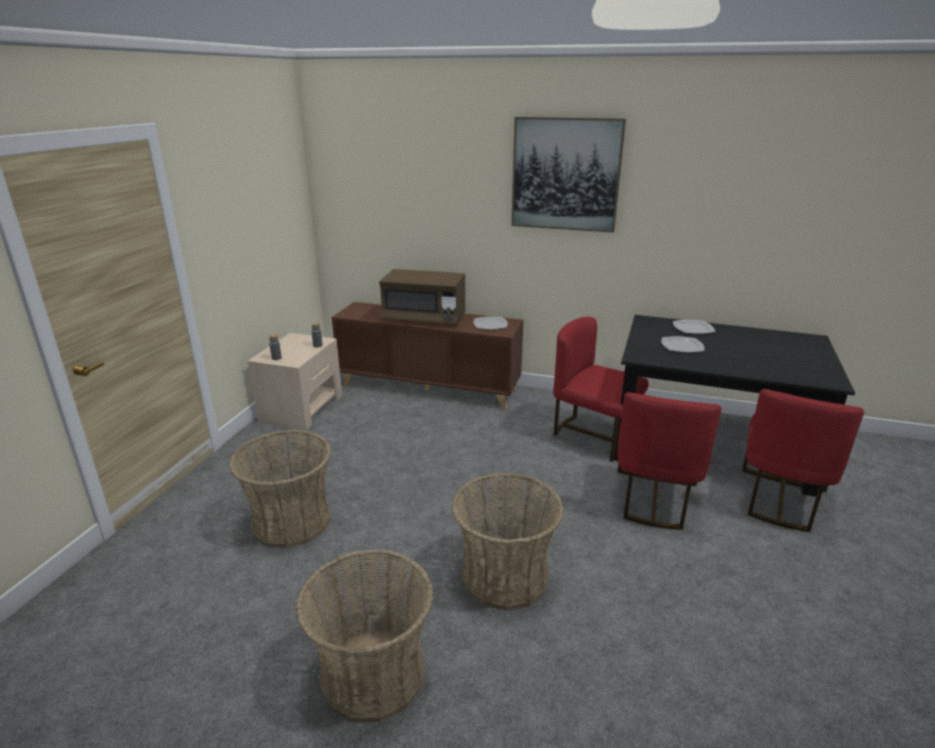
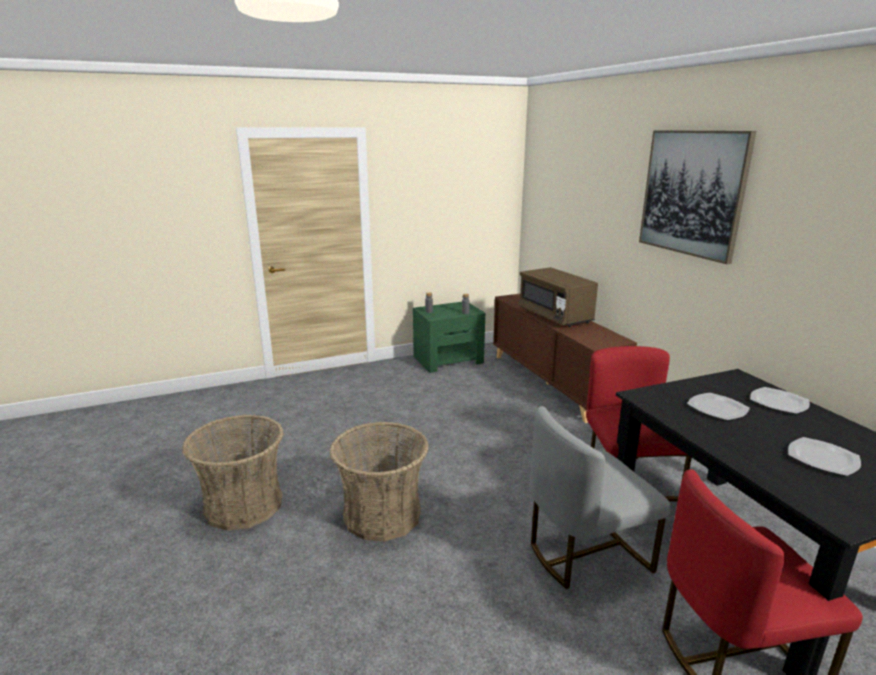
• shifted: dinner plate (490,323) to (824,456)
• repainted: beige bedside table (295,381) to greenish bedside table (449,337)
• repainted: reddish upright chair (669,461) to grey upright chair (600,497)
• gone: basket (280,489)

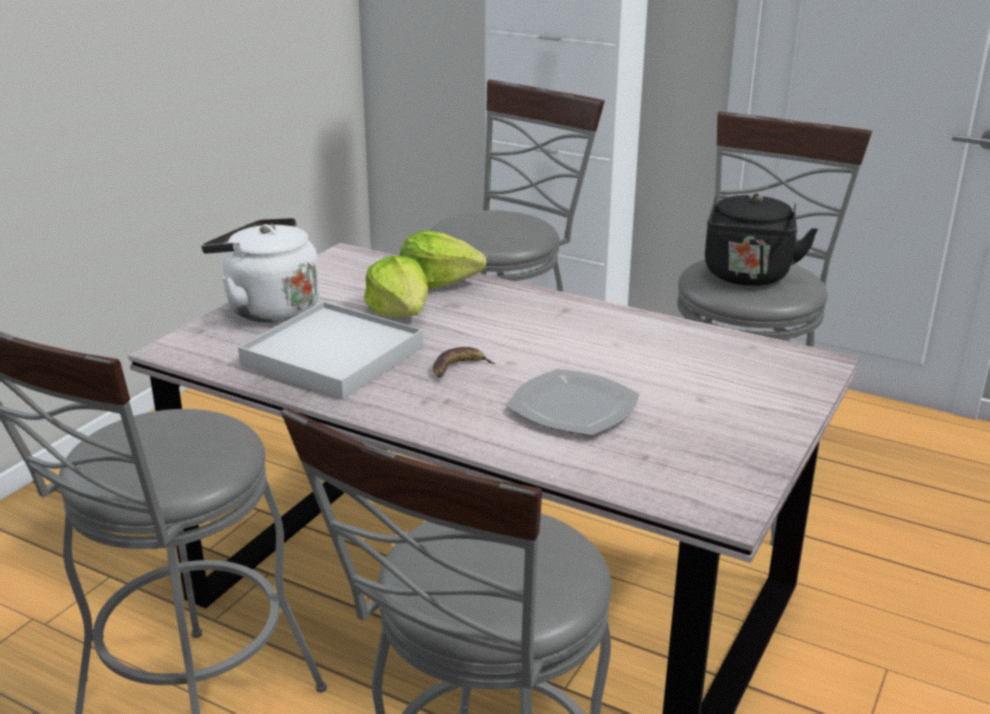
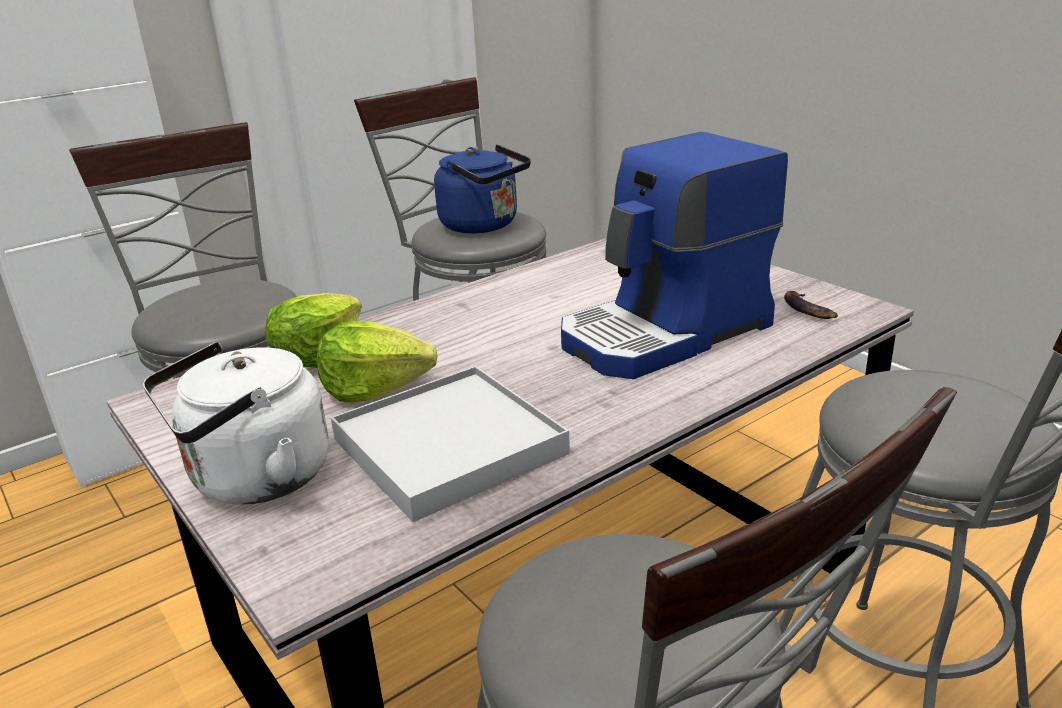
• repainted: blackish water kettle (761,240) to bluish water kettle (482,189)
• shifted: banana (464,362) to (811,305)
• swapped: dinner plate (573,402) to coffee maker (674,255)

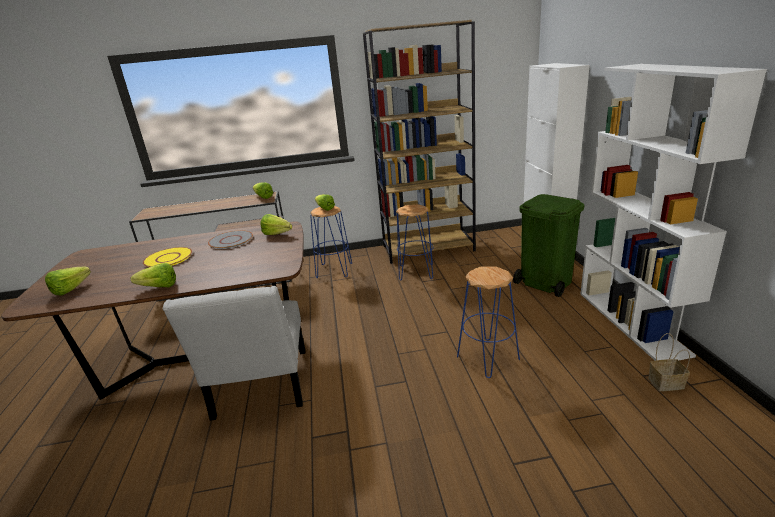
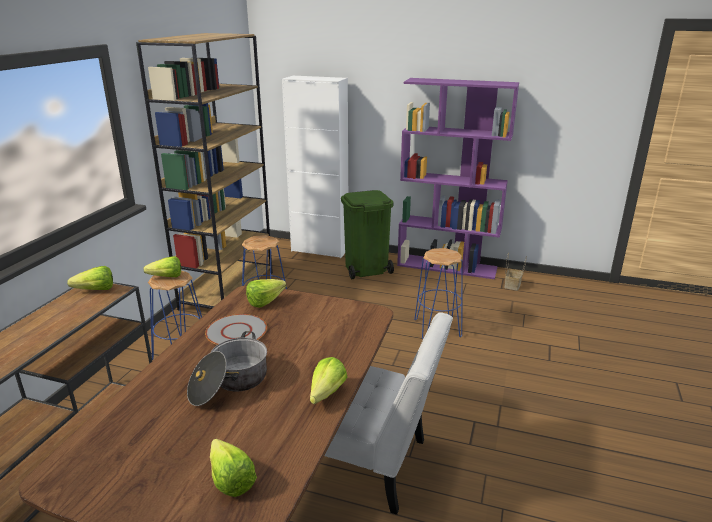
• repainted: white bookcase (673,212) to purple bookcase (458,178)
• swapped: yellow dinner plate (167,257) to cooking pot (227,368)

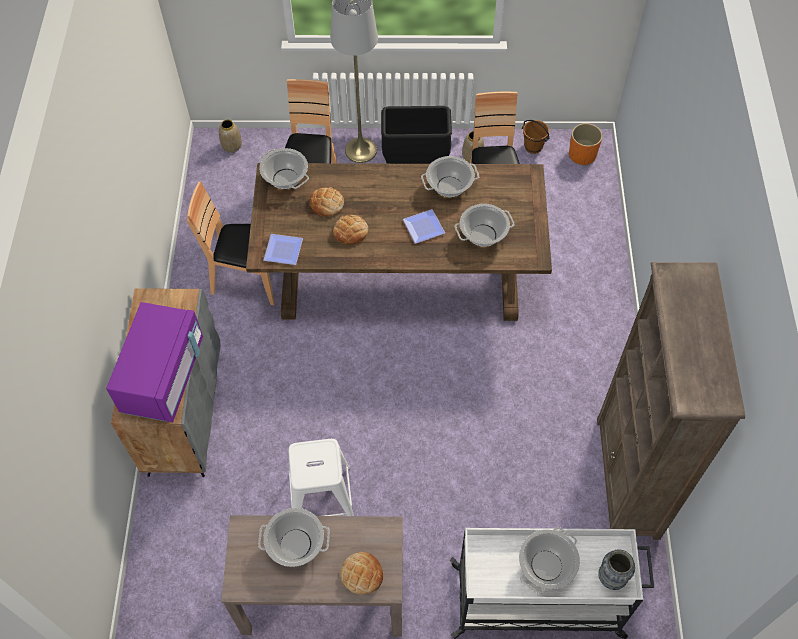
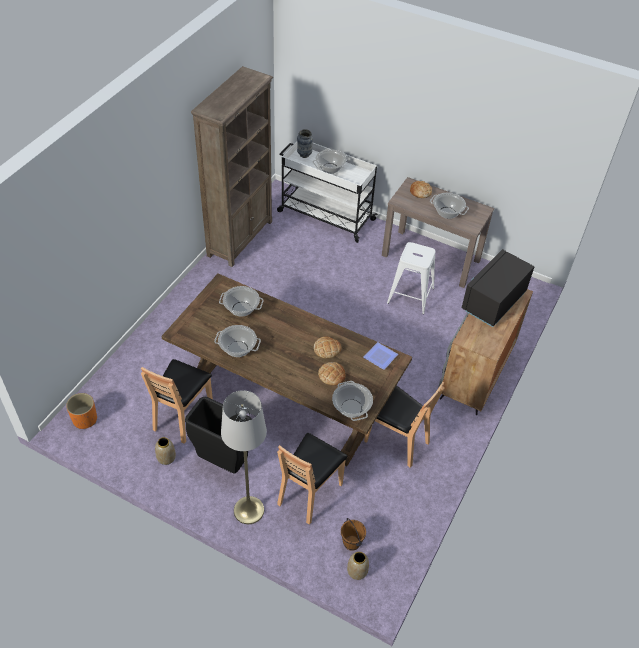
• shifted: brown-coloured pail (536,137) to (353,534)
• gone: dinner plate (424,226)
• repainted: purple microwave oven (154,362) to blackish microwave oven (498,288)

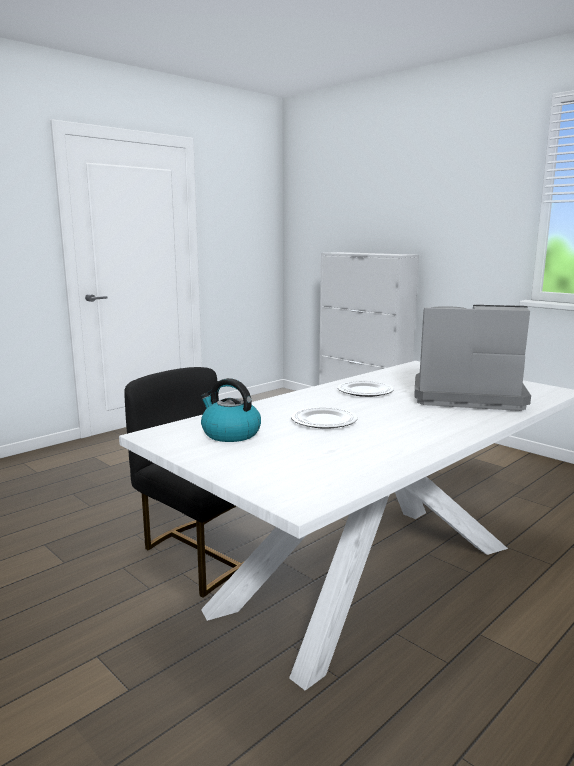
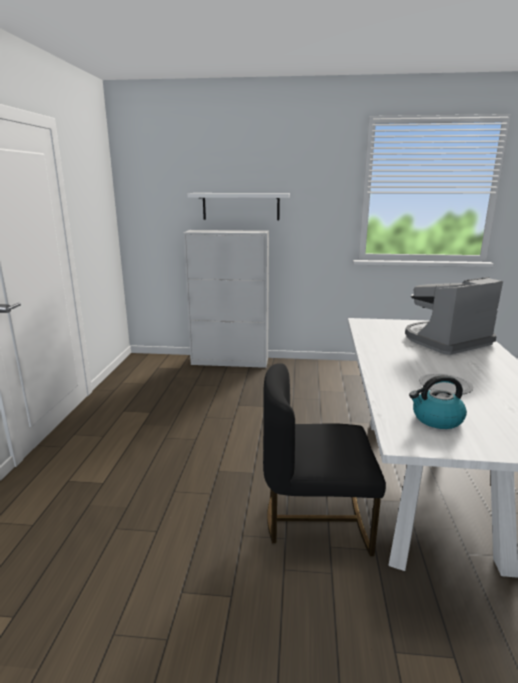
• gone: dinner plate (365,389)
• new: white bracket shelf (238,206)

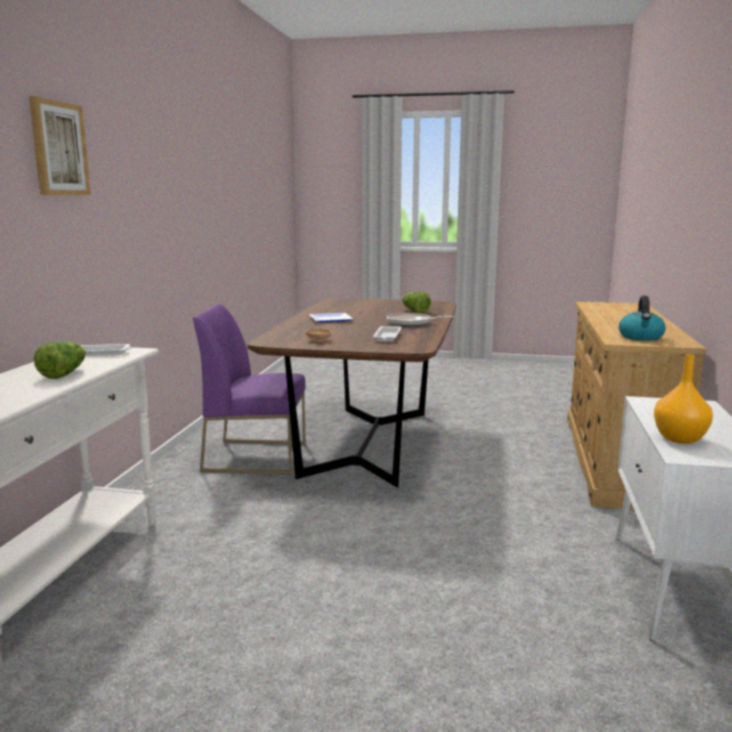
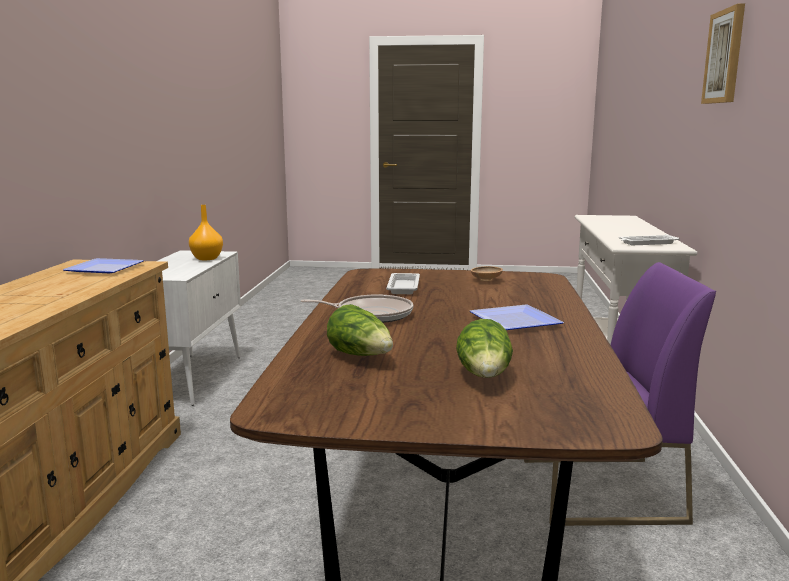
• swapped: water kettle (642,318) to dinner plate (103,265)
• shifted: head of lettuce (60,360) to (484,348)

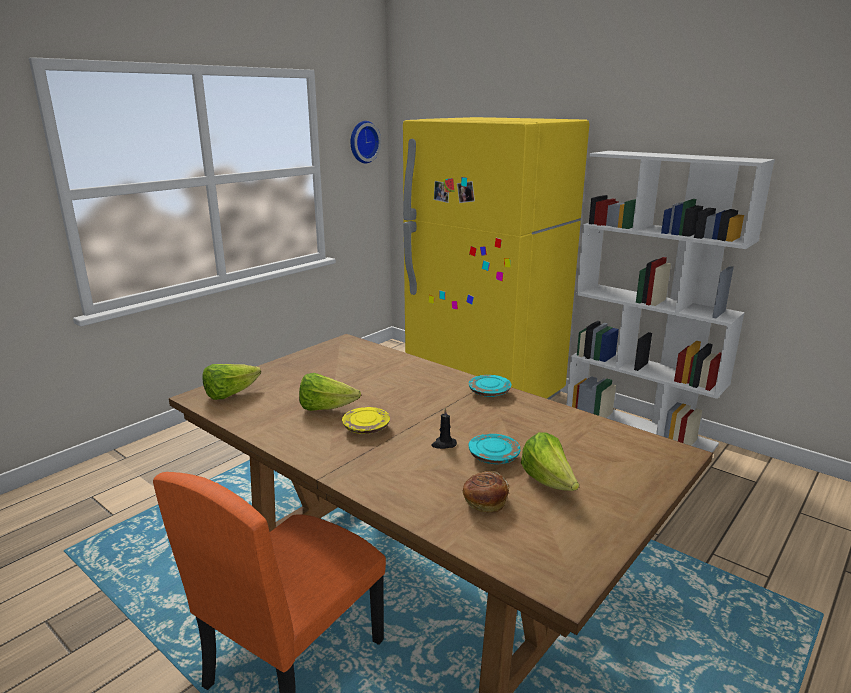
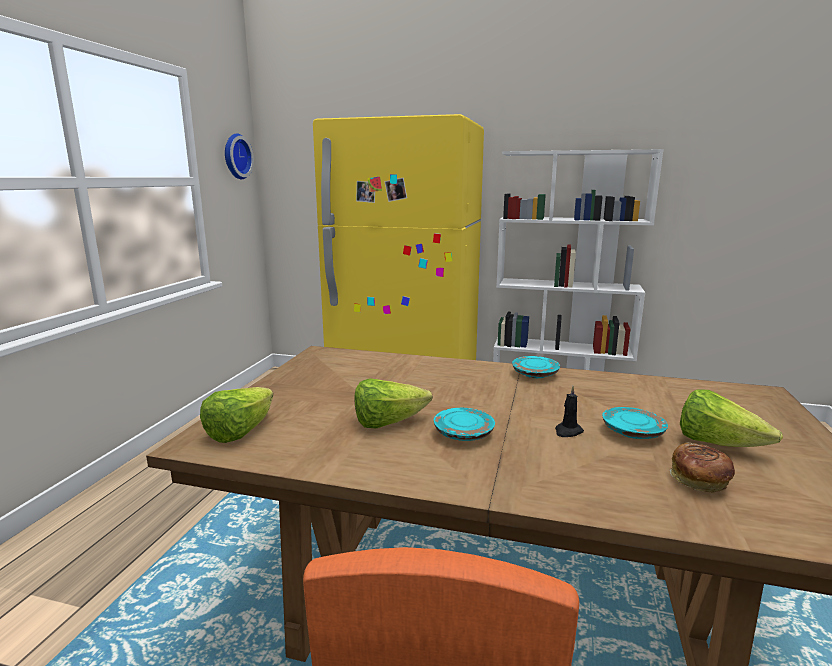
• repainted: yellow dinner plate (366,420) to turquoise dinner plate (464,424)

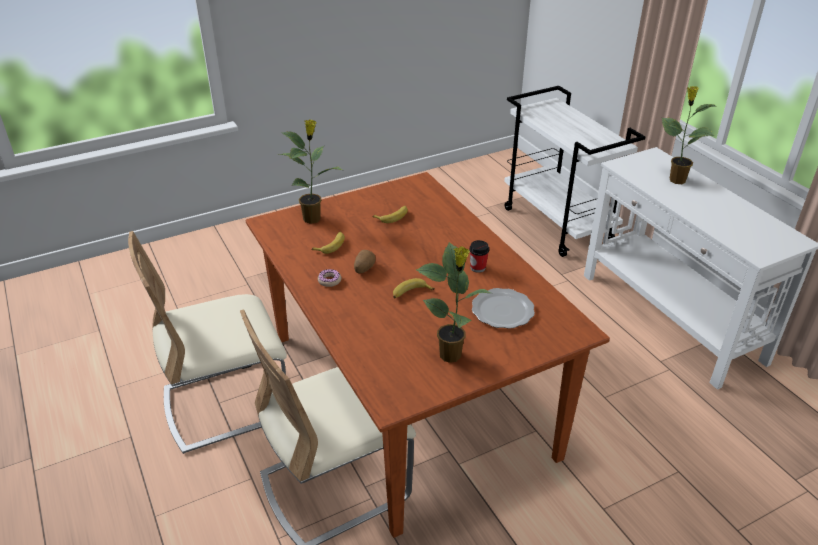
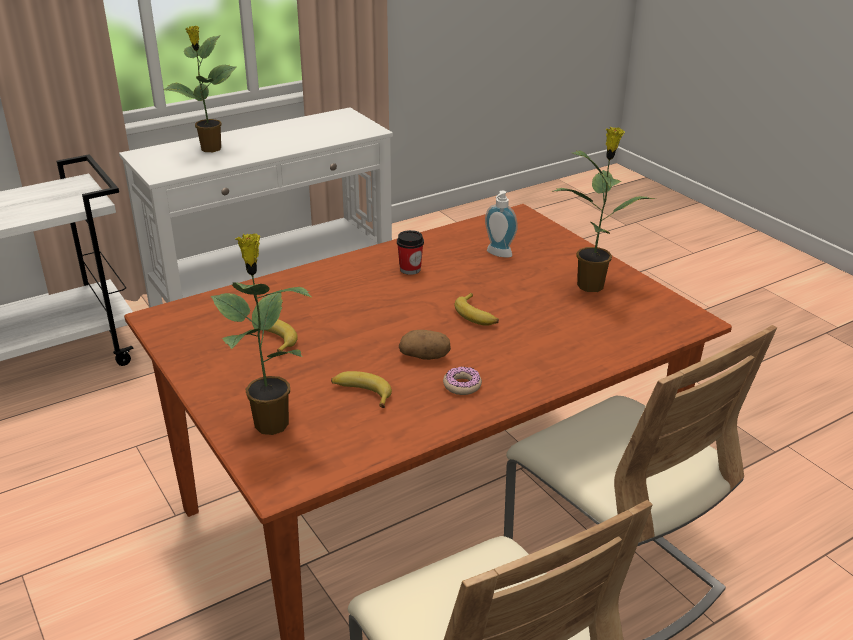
• swapped: dinner plate (503,308) to soap bottle (501,224)

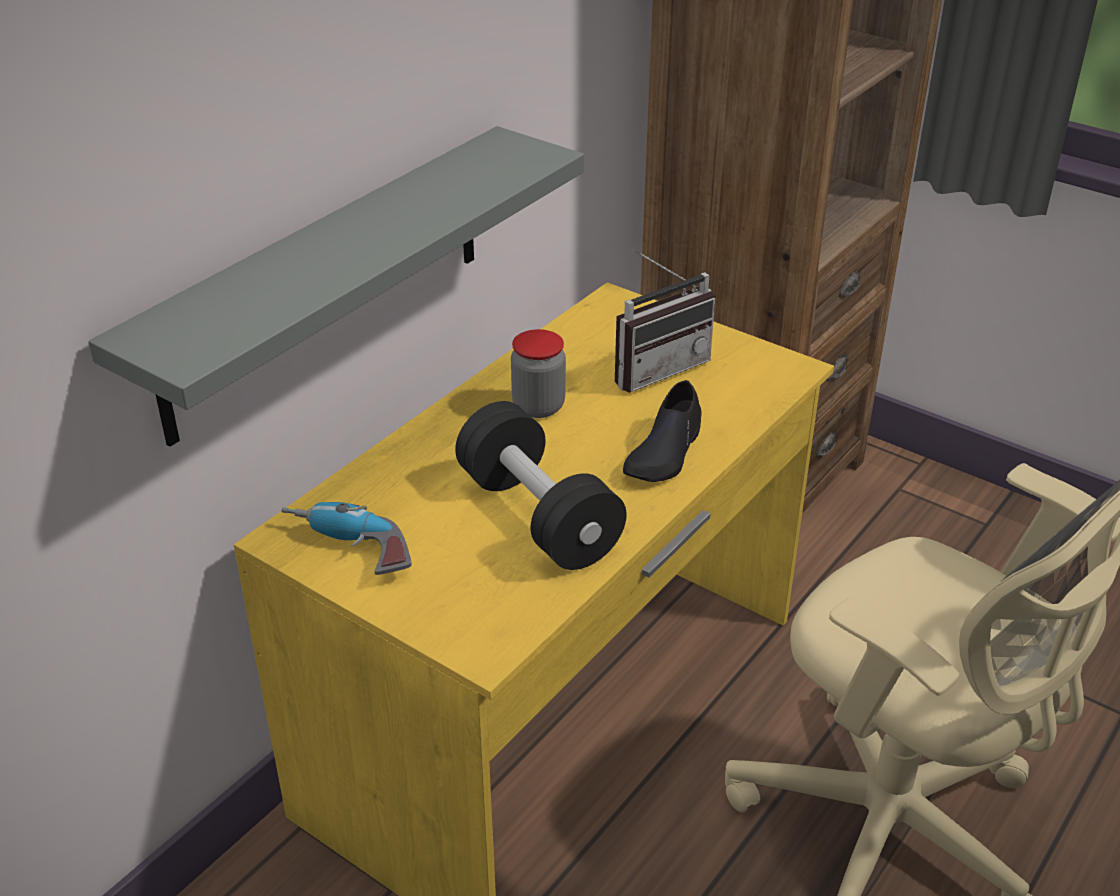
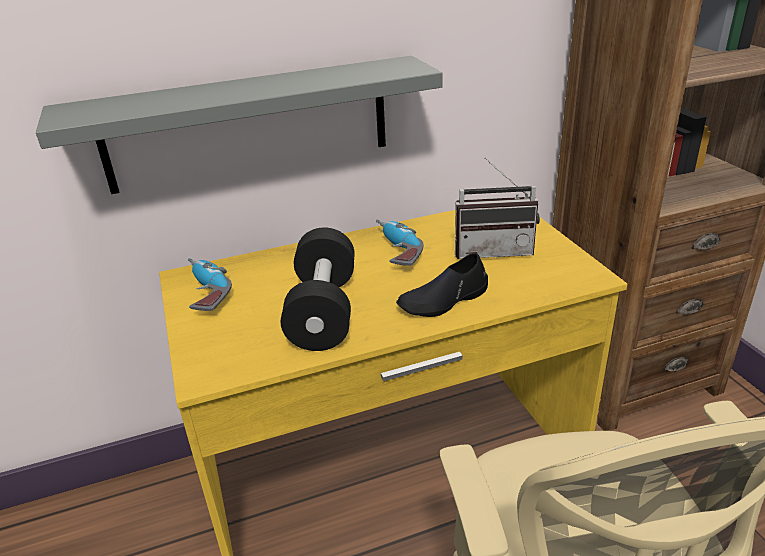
• swapped: jar (538,373) to electric drill (399,242)

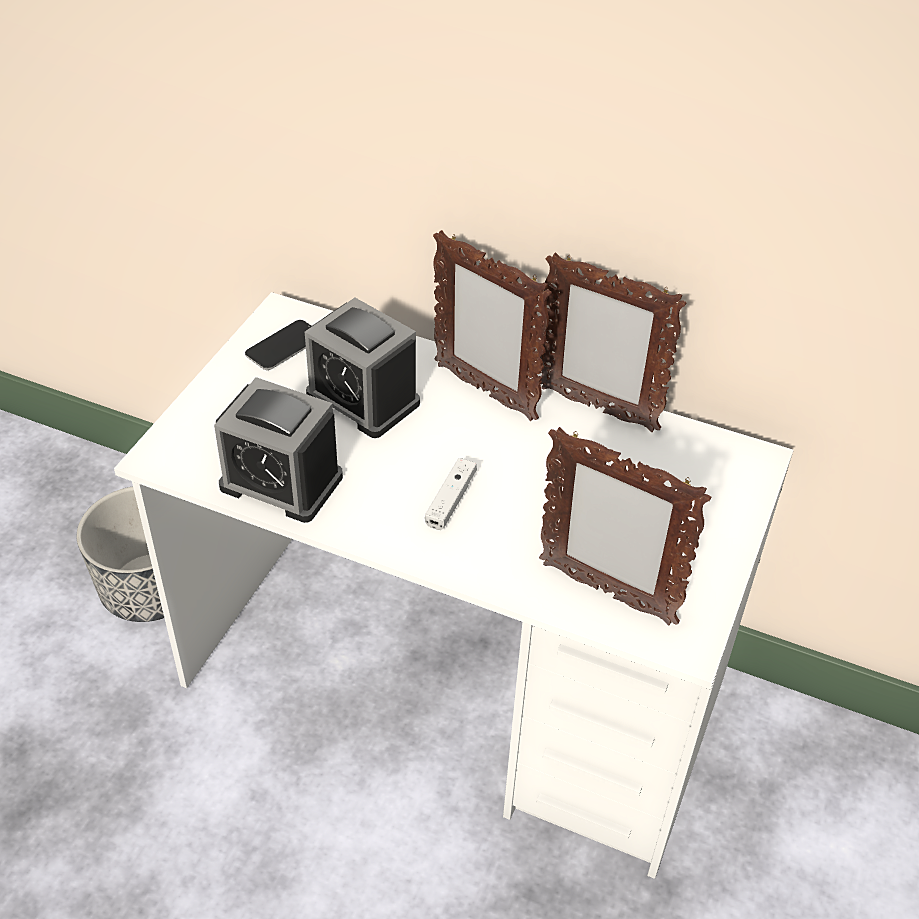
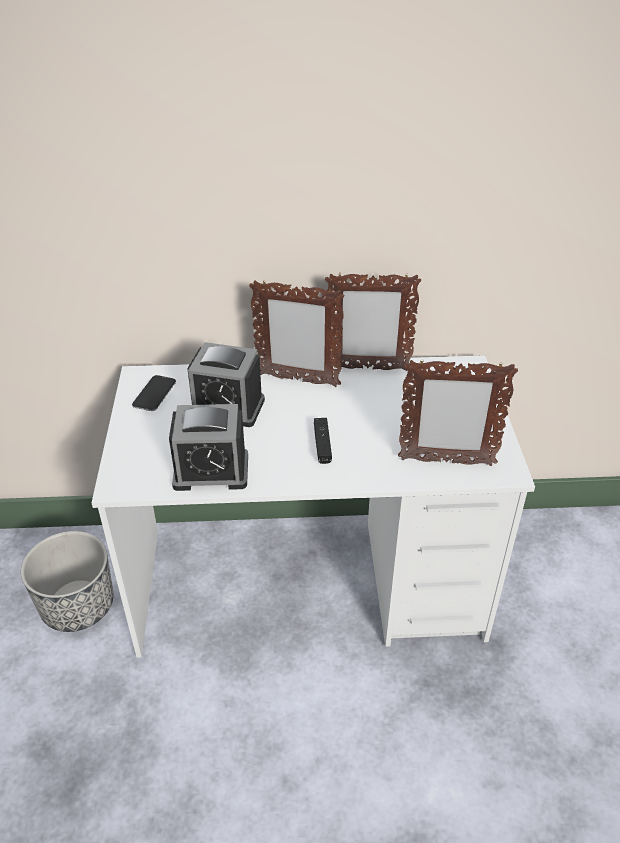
• repainted: white gamepad (451,494) to blackish gamepad (323,441)

